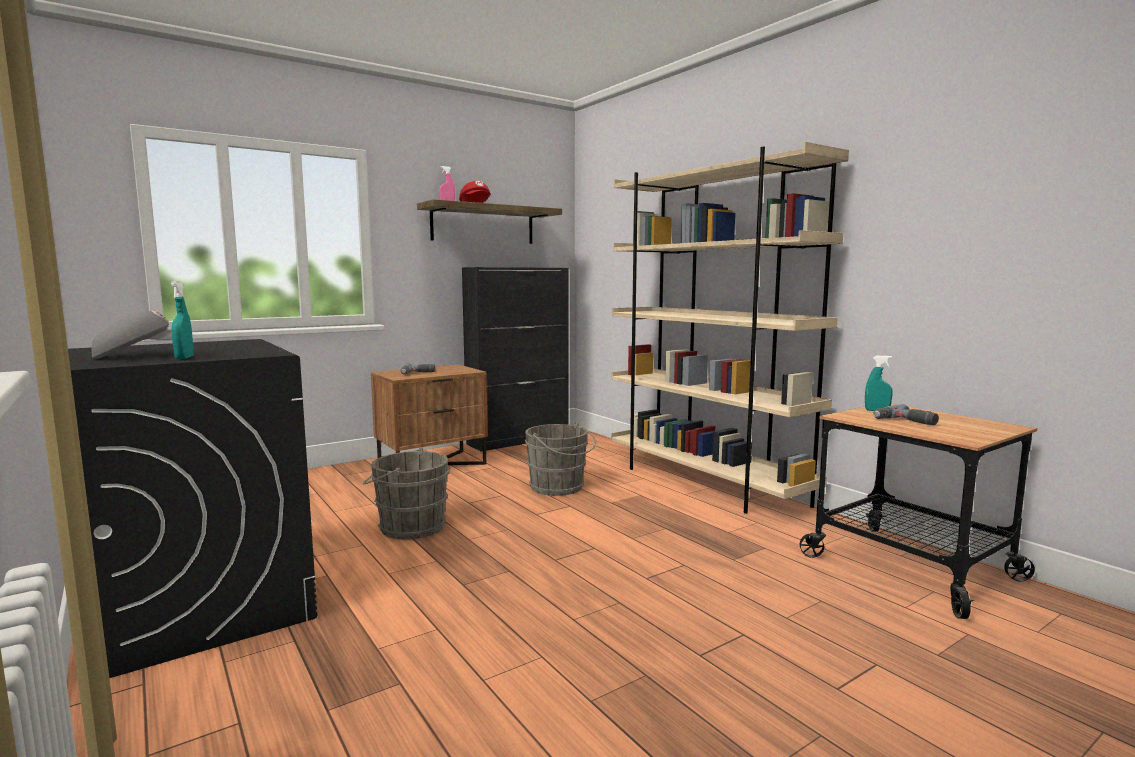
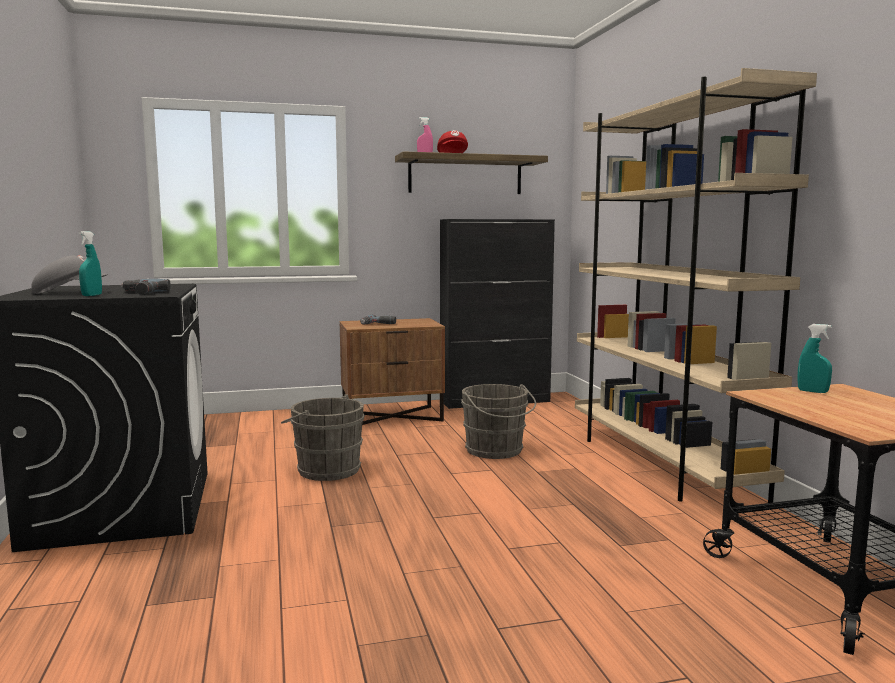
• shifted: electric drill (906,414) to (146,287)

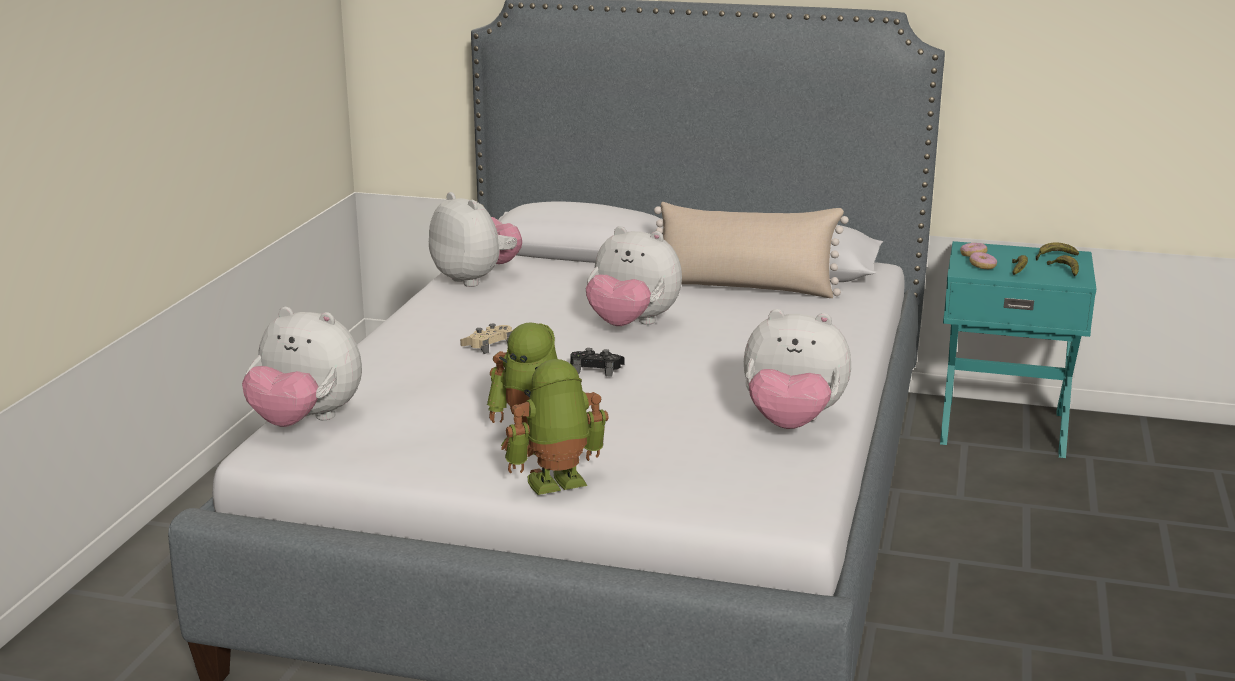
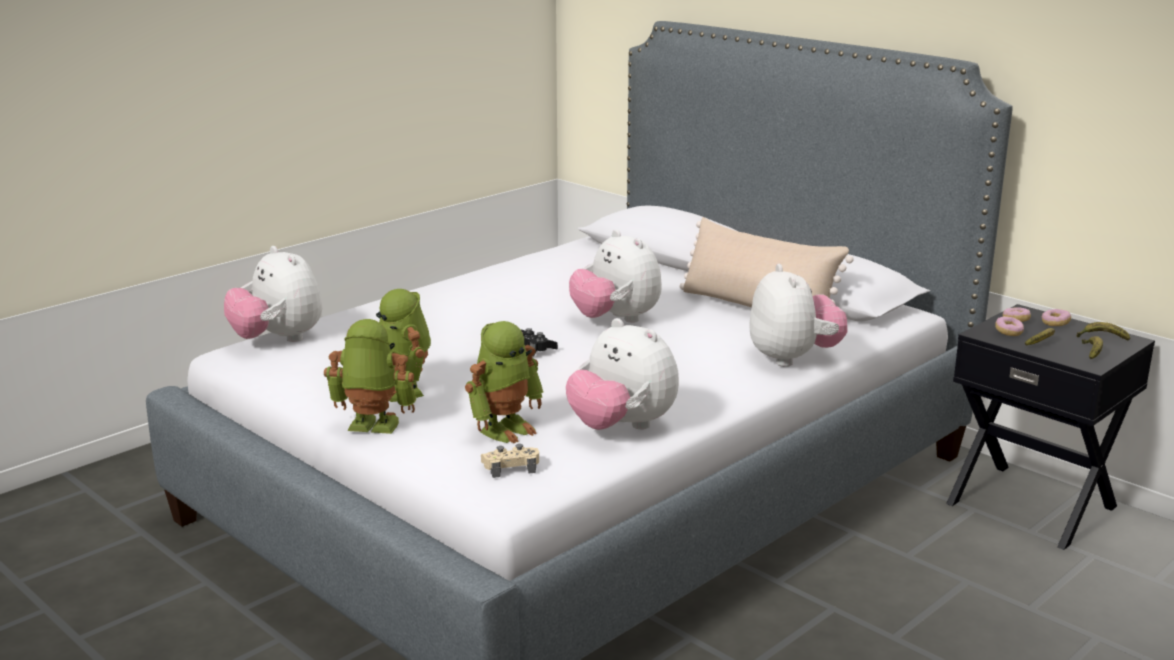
• shifted: plush toy (475,239) to (798,315)
• repainted: turquoise bedside table (1018,349) to blackish bedside table (1050,427)
• shifted: beige gamepad (486,339) to (510,461)
• new: ring doughnut (1056,317)
• new: robot figure (504,382)

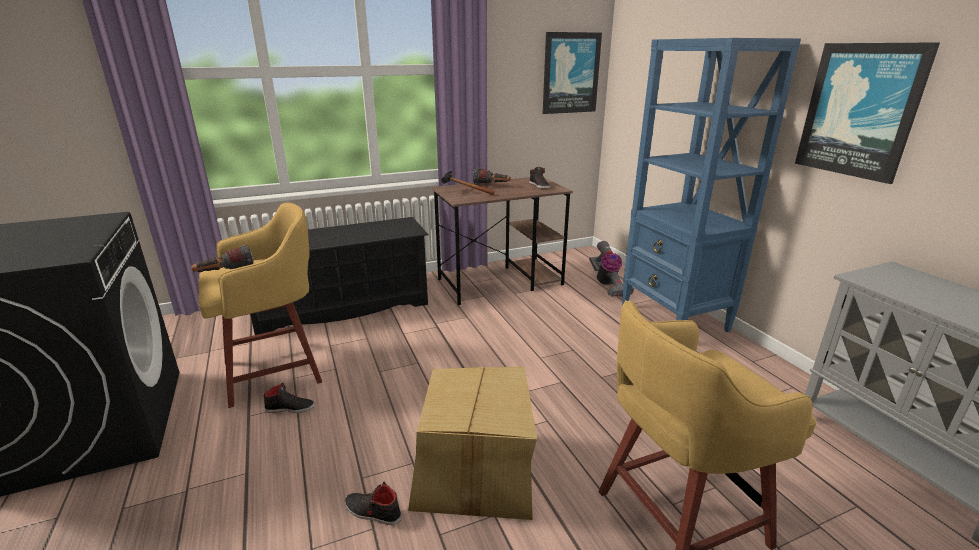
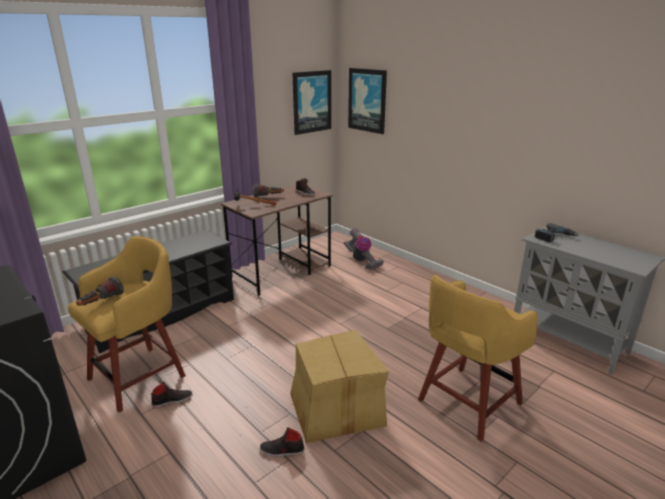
• gone: bluish bookcase (711,185)
• shifted: picture (867,113) to (367,101)
• new: electric drill (557,233)

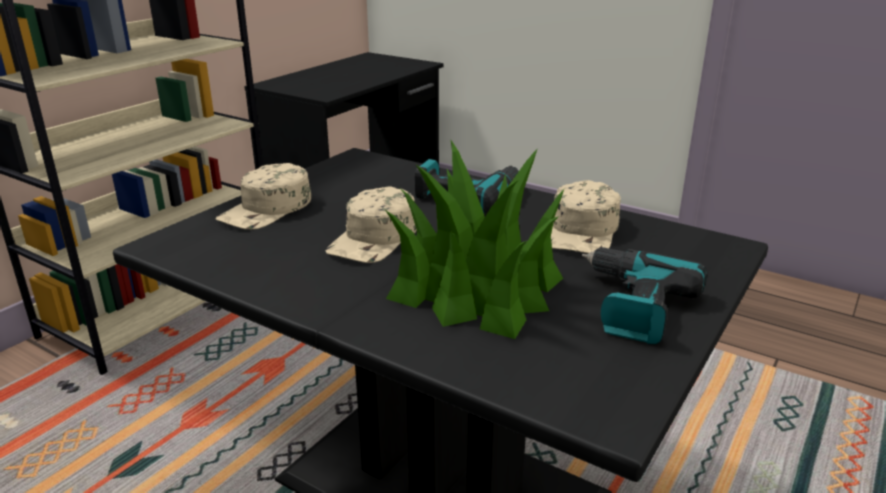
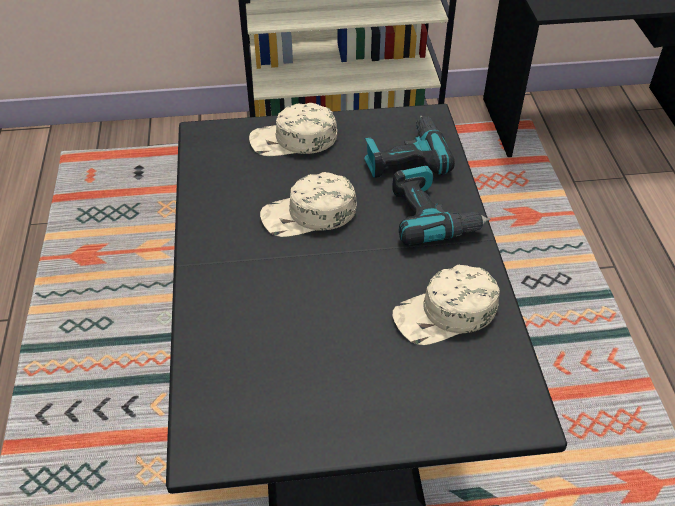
• gone: plant in a pot (474,240)
• shifted: electric drill (645,296) to (409,147)

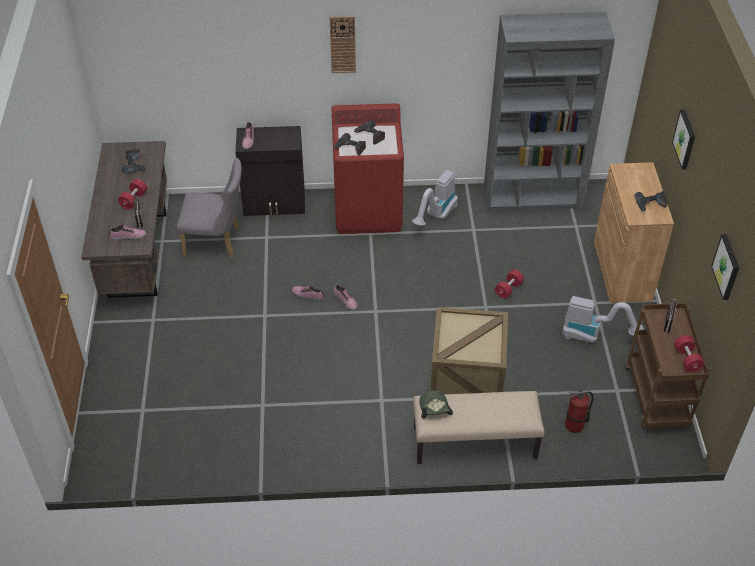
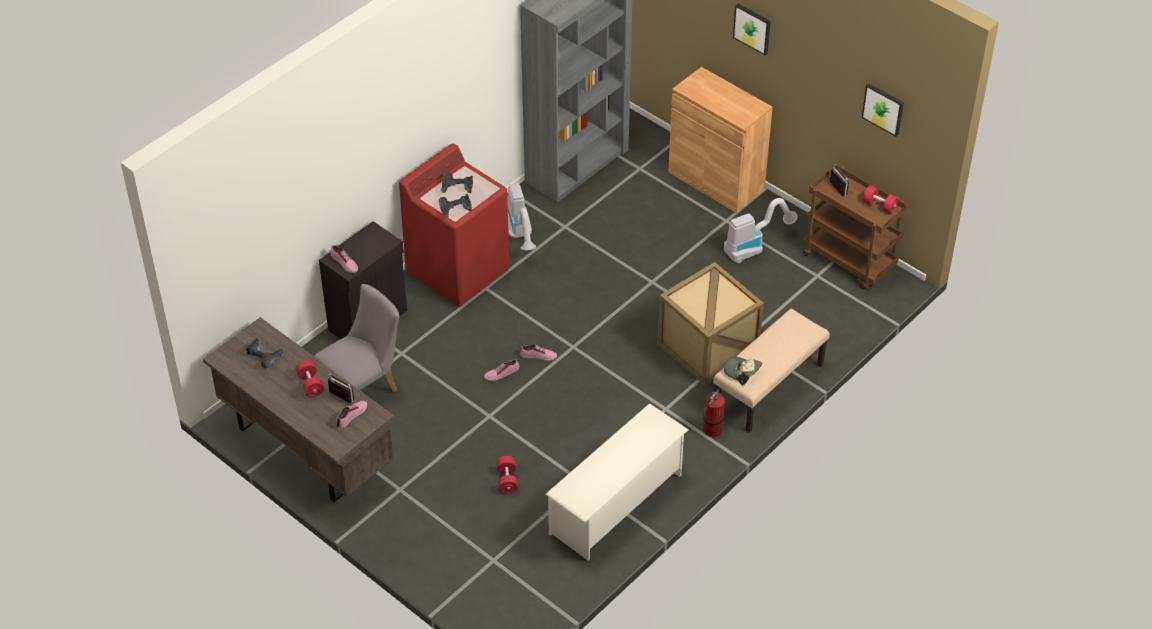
• gone: wall clock (343,44)
• gone: electric drill (651,201)
• shifted: reddish free weight (509,284) to (507,474)
• shifted: fire-fighting cylinder (579,411) to (714,412)
• new: white shoe rack (617,481)

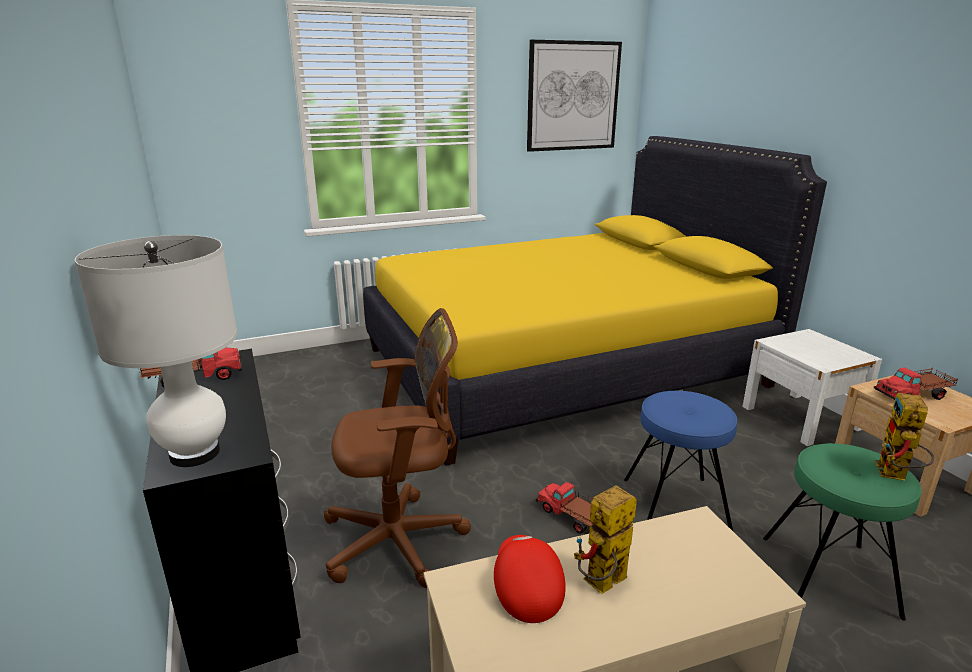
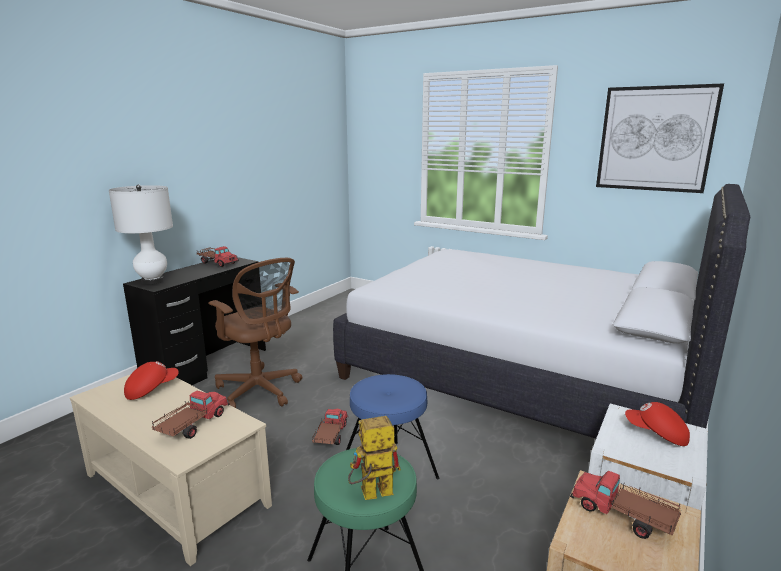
• repainted: yellow bed (595,301) to white bed (541,311)
• gone: robot figure (605,539)
• new: model truck (191,415)
• new: reddish peaked cap (657,424)

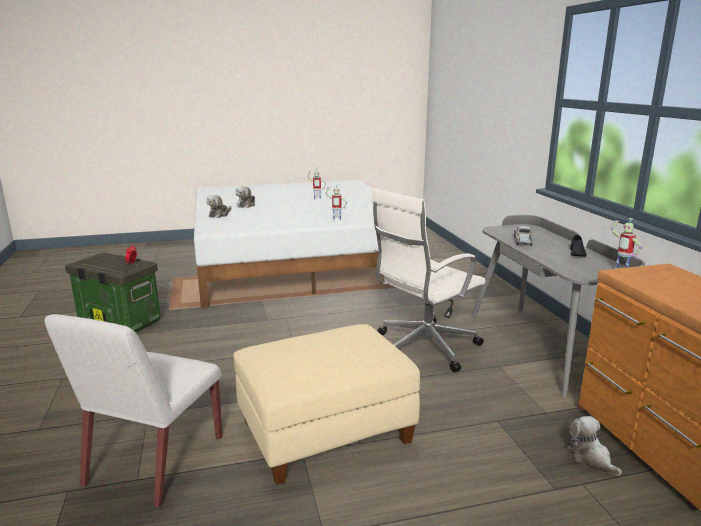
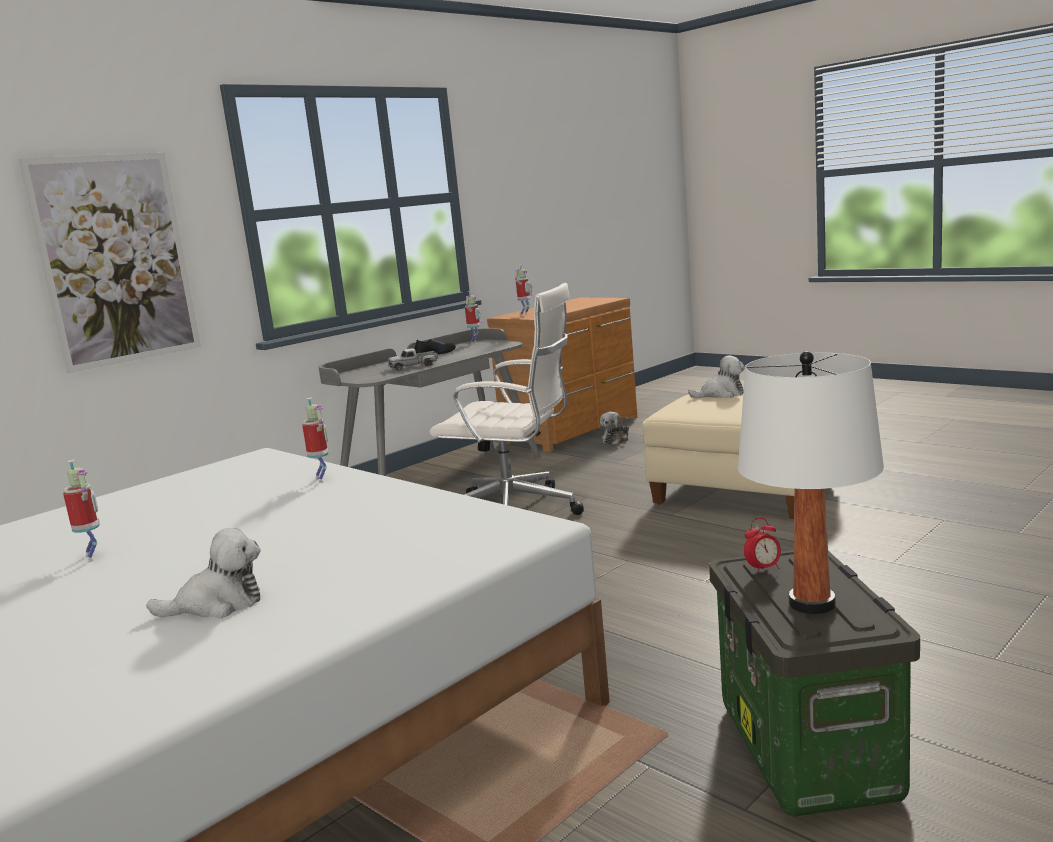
• shifted: plush toy (218,206) to (716,377)
• gone: white upright chair (134,411)
• new: picture (109,263)
• new: robot figure (524,290)
• new: white table lamp (811,482)

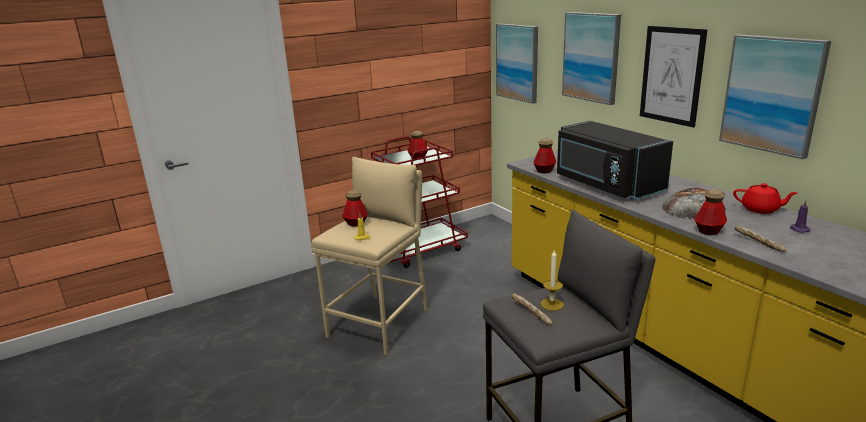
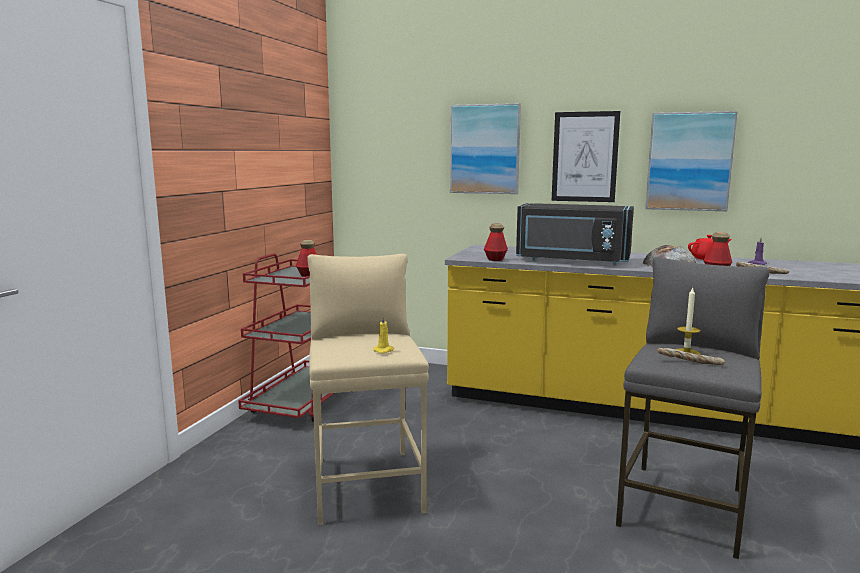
• gone: picture (517,64)
• gone: drink bottle (355,209)

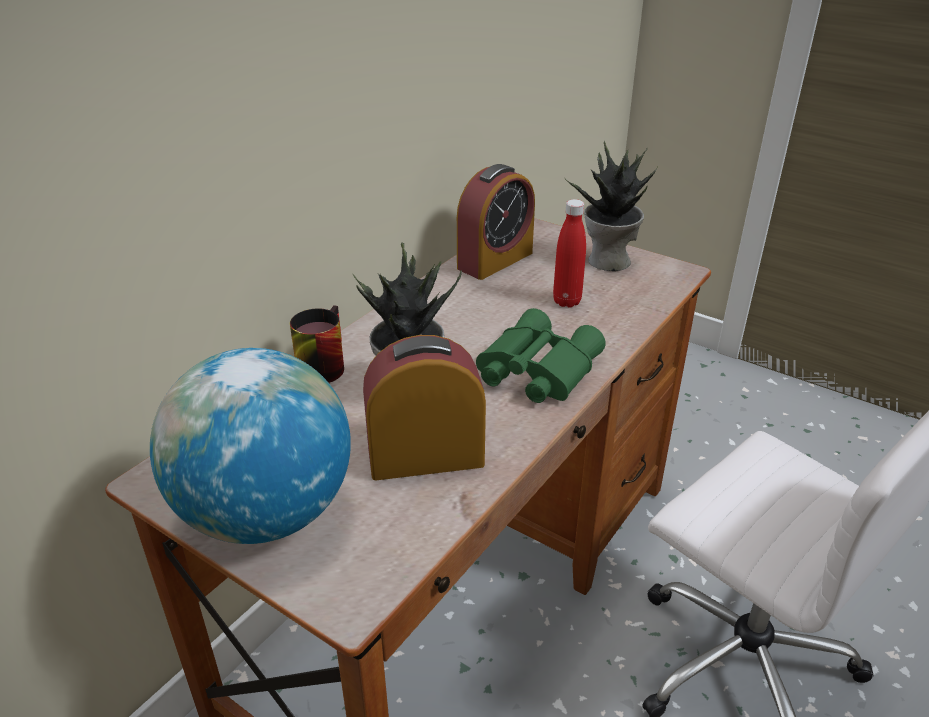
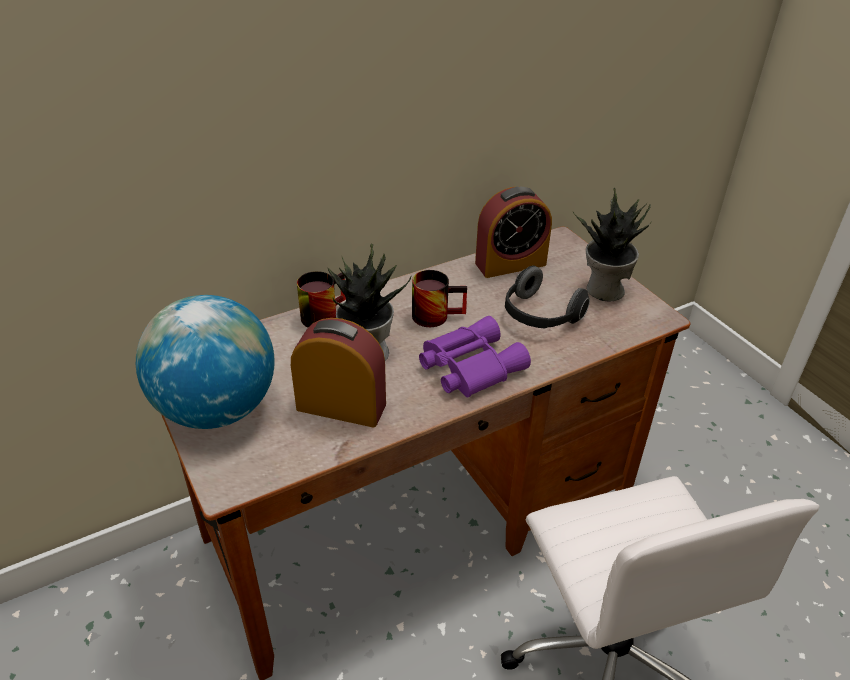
• swapped: reddish drink bottle (569,253) to pair of headphones (547,296)
• repainted: greenish field glasses (541,355) to purple field glasses (475,357)
• new: tea mug (439,298)

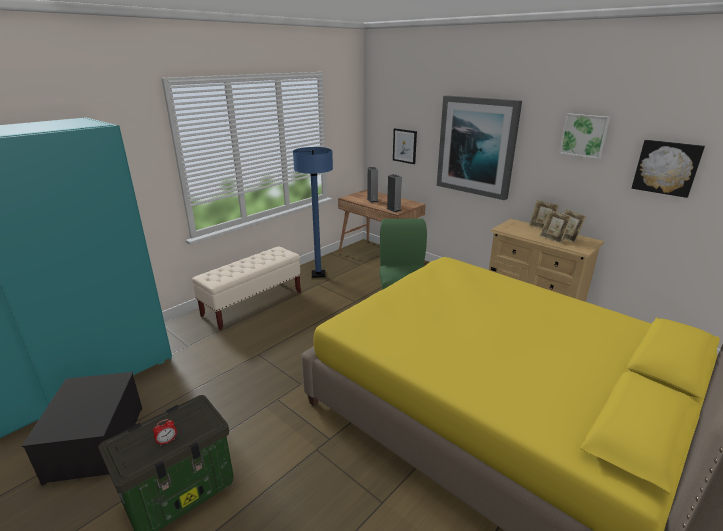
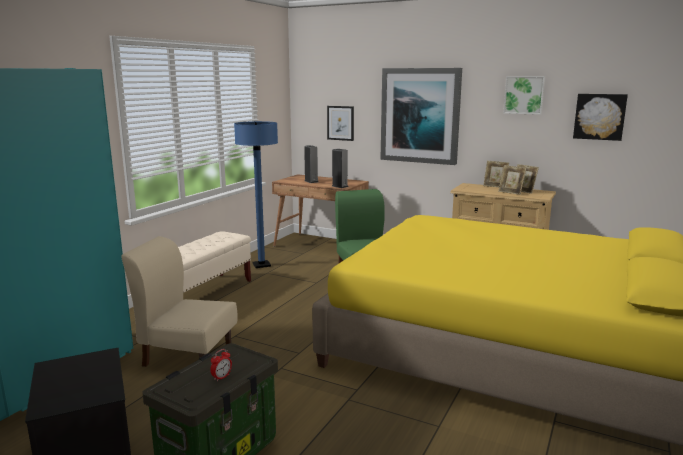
• new: beige upright chair (179,301)

